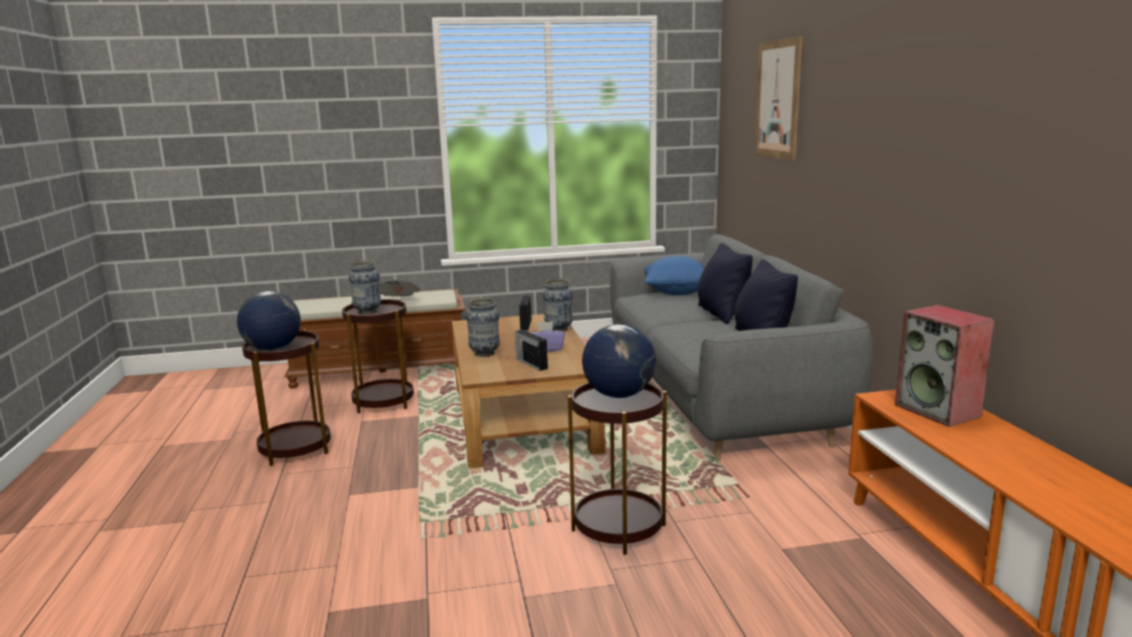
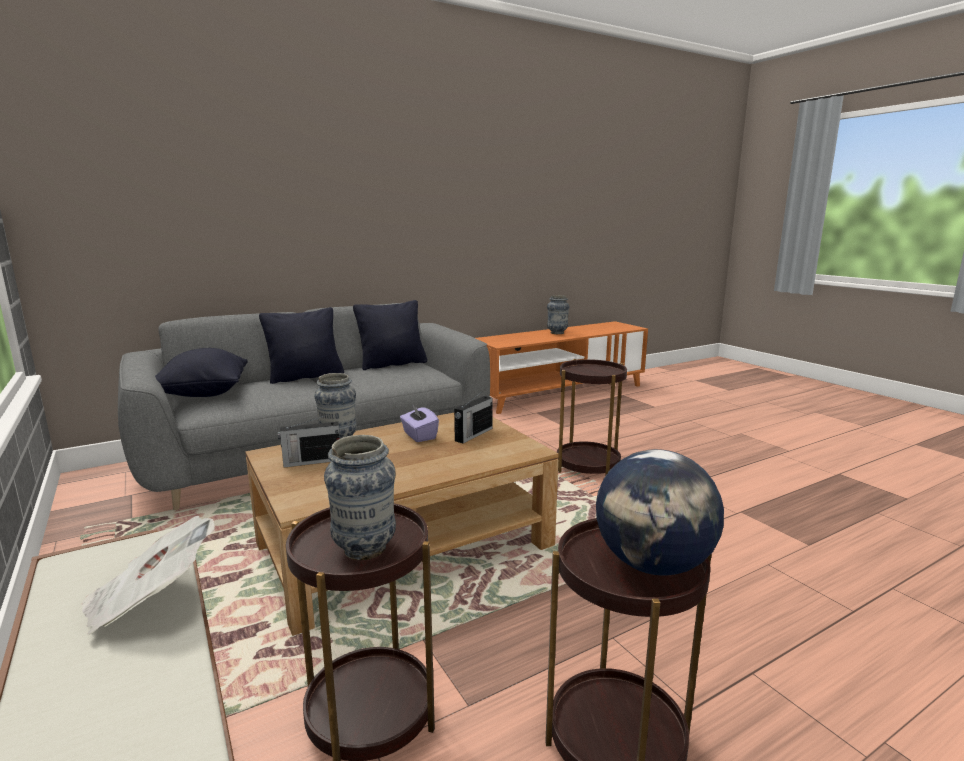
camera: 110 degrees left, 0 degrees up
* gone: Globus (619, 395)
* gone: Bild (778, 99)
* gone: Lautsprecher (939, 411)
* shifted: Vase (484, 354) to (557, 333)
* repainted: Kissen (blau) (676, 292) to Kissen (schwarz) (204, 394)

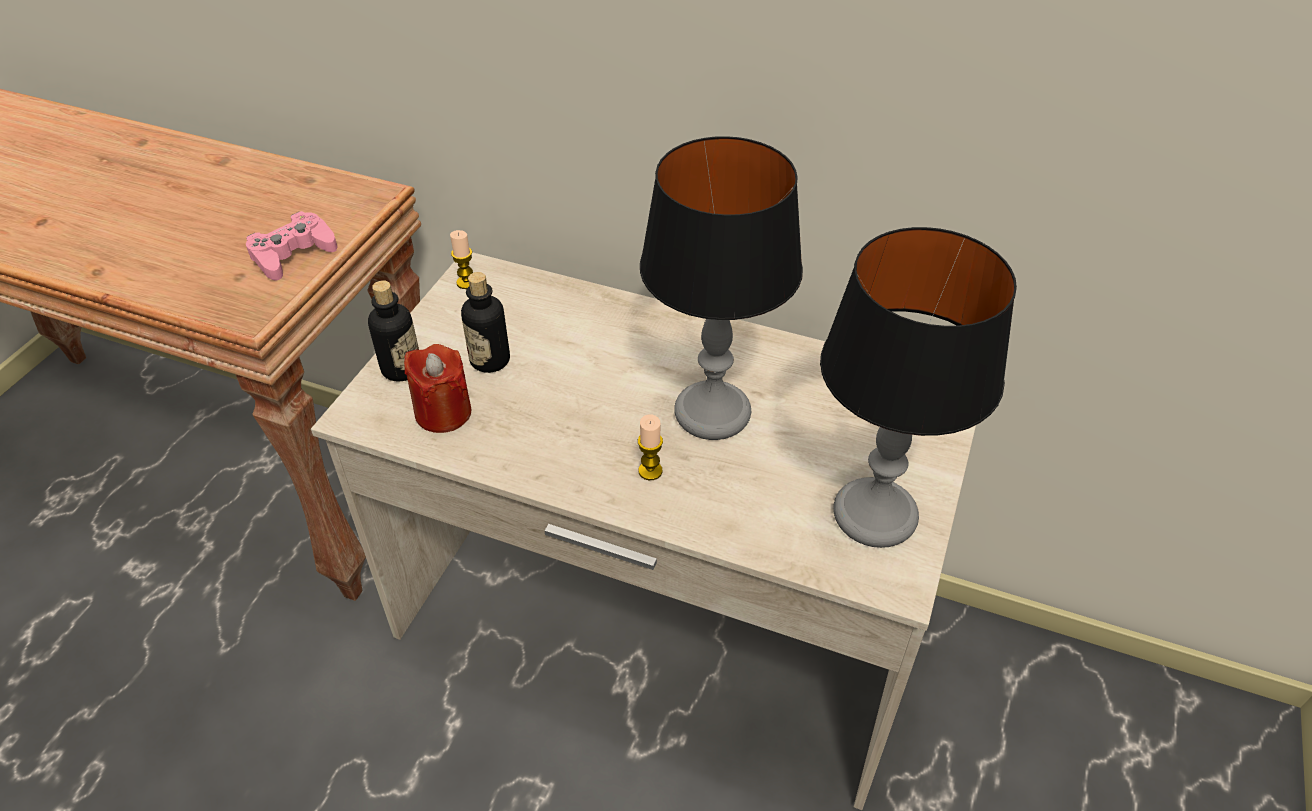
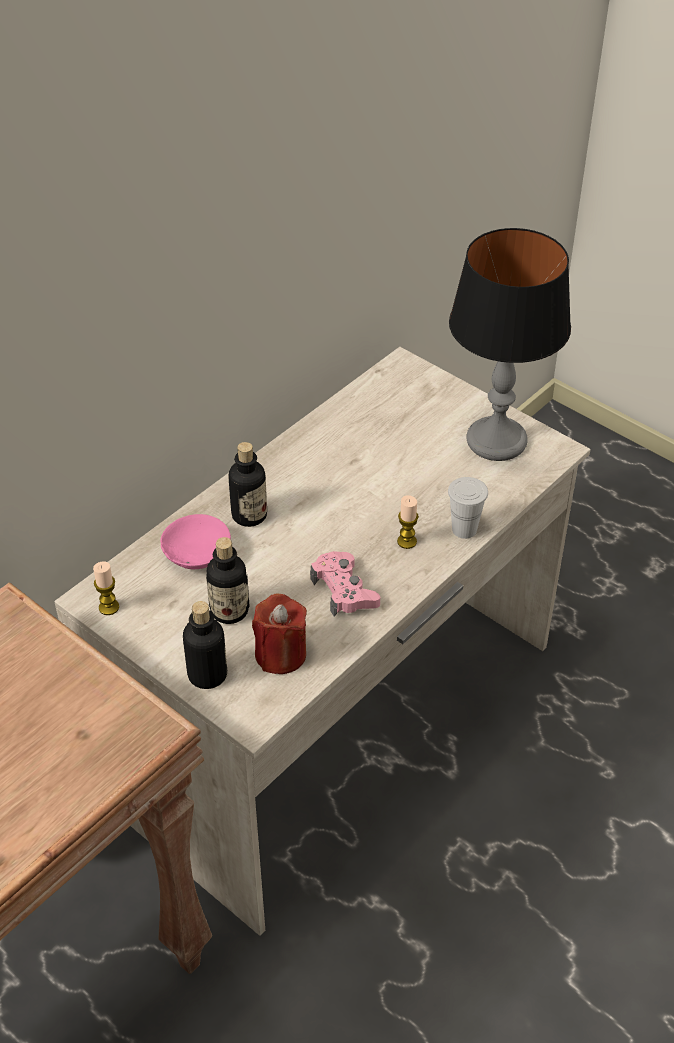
camera: 70 degrees left, 0 degrees up
* gone: Tischlampe (712, 412)
* new: Schüssel (rosa) (199, 554)
* new: Flasche (249, 515)
* new: Tasse (weiß) (464, 529)
* shifted: Gamepad (rosa) (293, 254) to (344, 590)

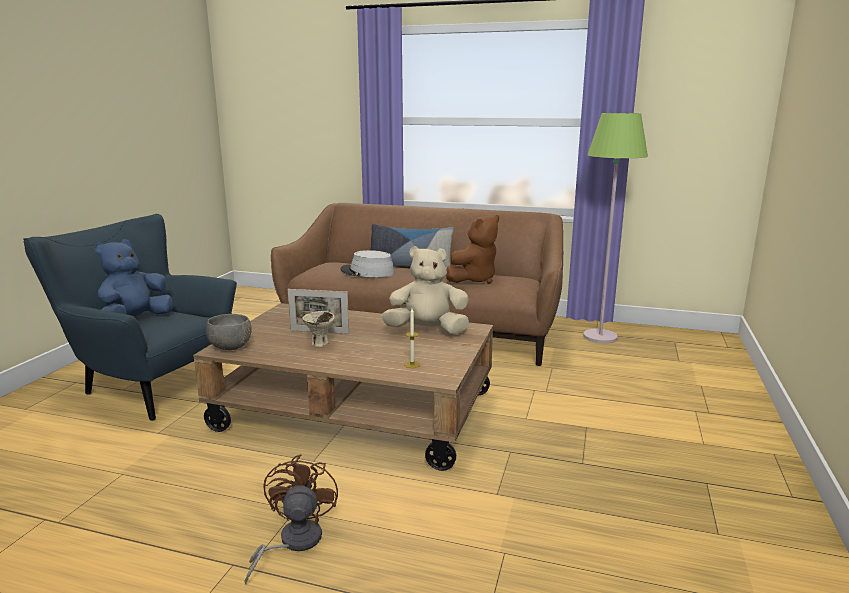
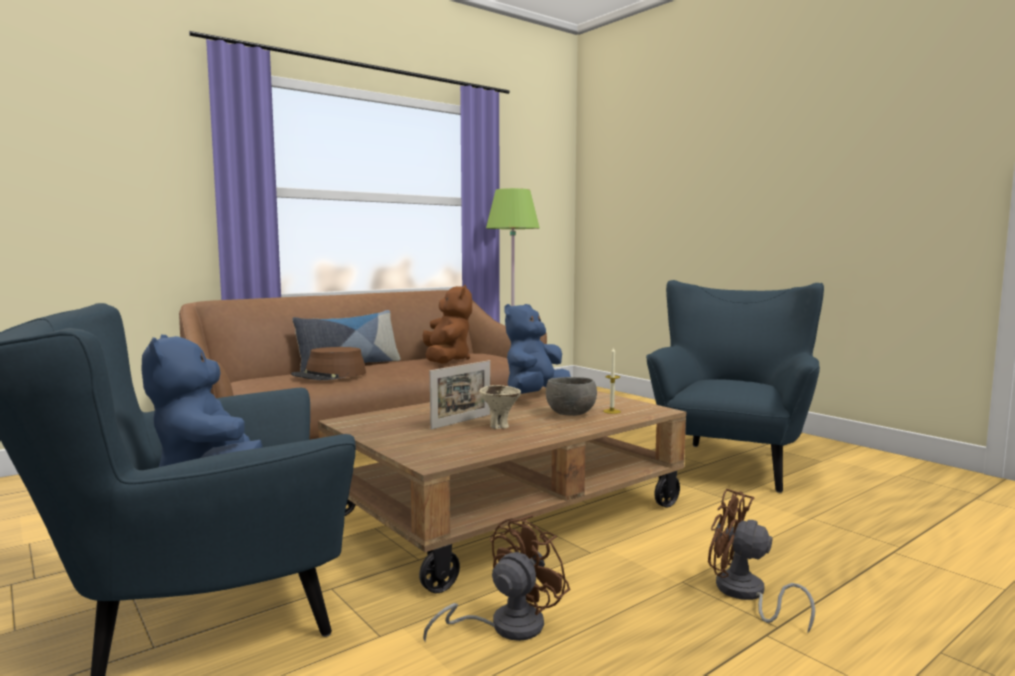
camera: 55 degrees left, 10 degrees down
* new: Ventilator (braun) (505, 626)
* new: Sessel (blau) (730, 462)
* shifted: Schüssel (grau) (231, 348) to (571, 414)
* repainted: Hut (grau) (367, 272) to Hut (braun) (329, 375)
* repainted: Plüschtier (beige) (427, 331) to Plüschtier (blau) (535, 395)

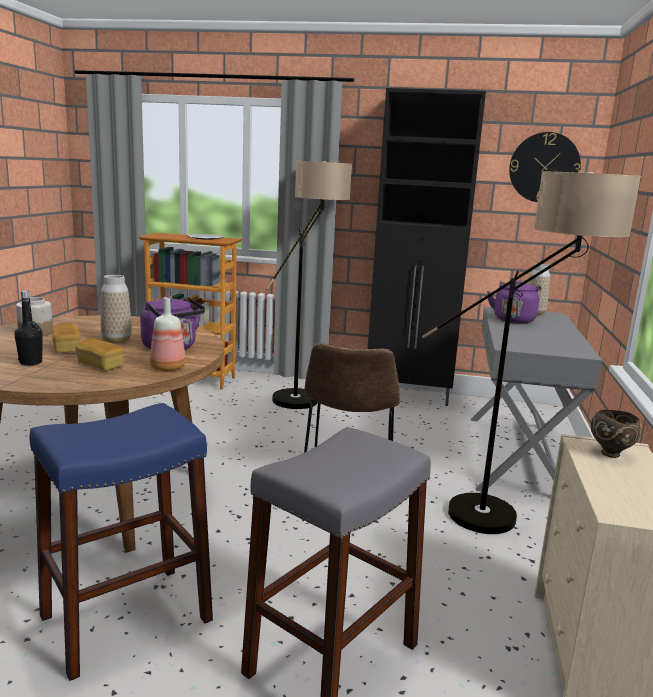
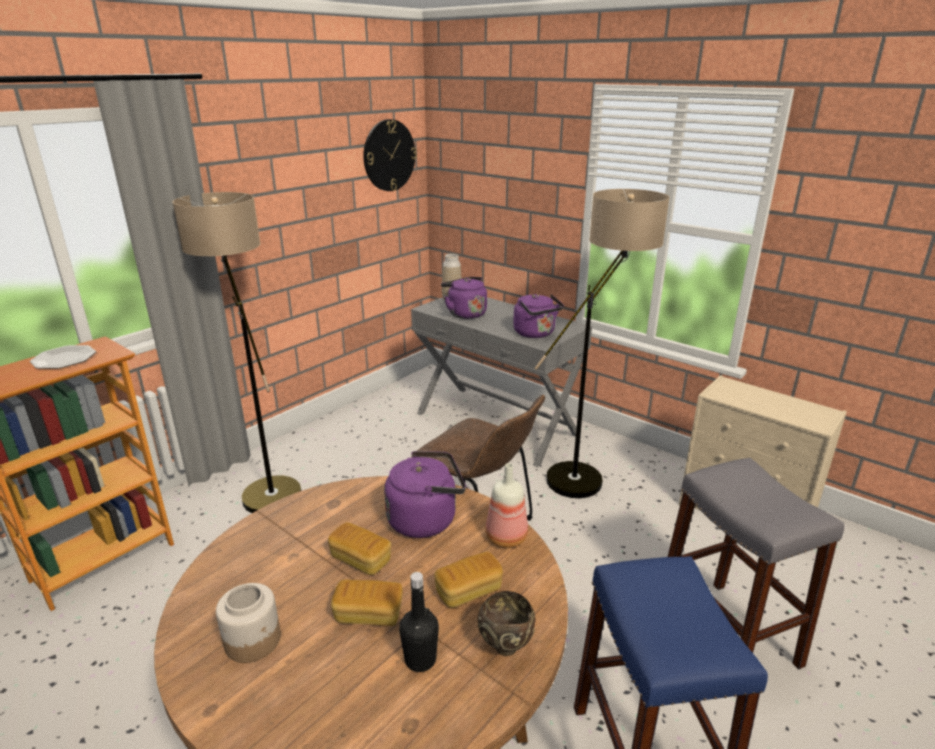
camera: 60 degrees left, 10 degrees up
* gone: Schrank (schwarz) (409, 396)
* new: Wasserkessel (lila) (536, 333)
* shifted: Schüssel (braun) (610, 453) to (505, 645)
* swapped: Vase (116, 340) to Brot (360, 559)

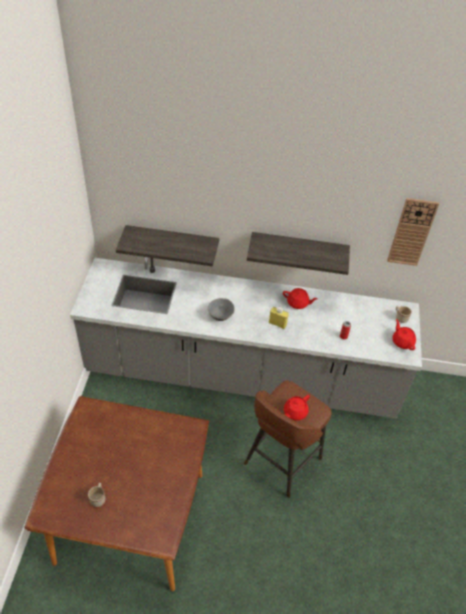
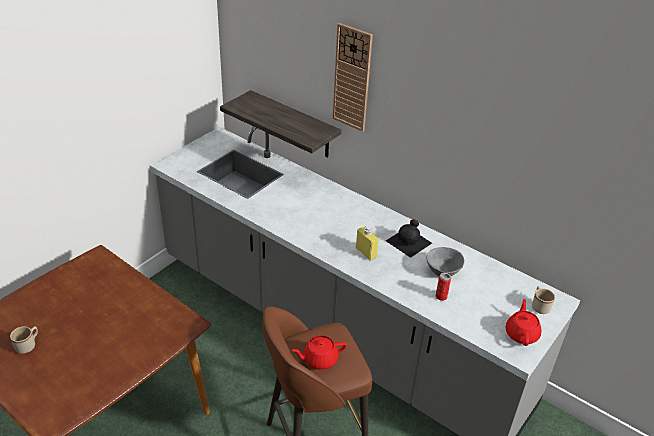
camera: 30 degrees right, 10 degrees down
* gone: Wandregal (298, 249)
* shifted: Schüssel (grau) (220, 316) to (442, 271)
* shifted: Wanduhr (411, 232) to (352, 78)
* swapped: Teekanne (rot) (298, 303) to Flasche (schwarz) (409, 242)

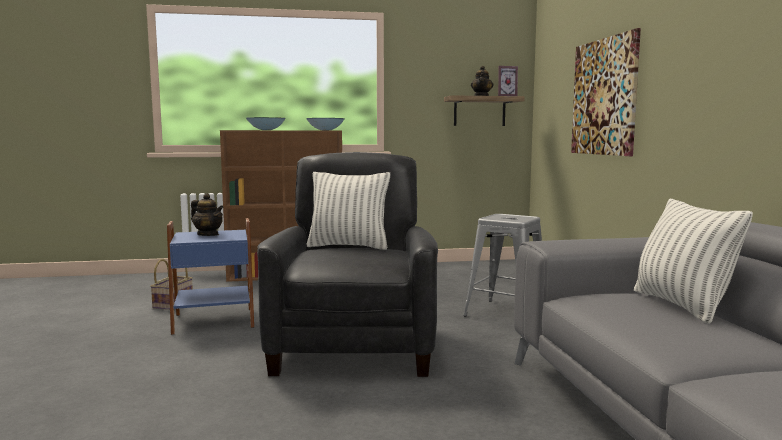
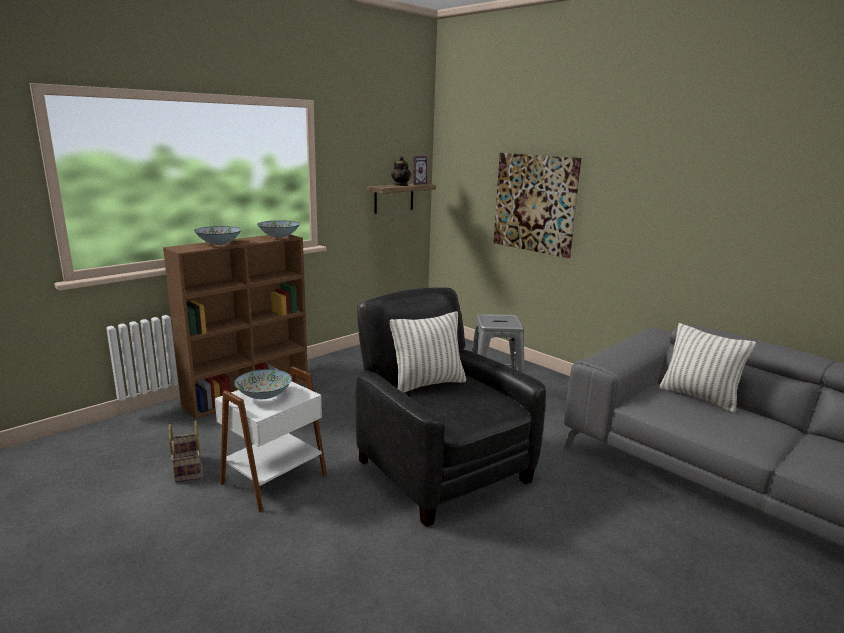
camera: 35 degrees left, 10 degrees up
* swapped: Teekanne (208, 235) to Schüssel (264, 395)
* repainted: Beistelltisch (blau) (213, 320) to Beistelltisch (weiß) (272, 478)

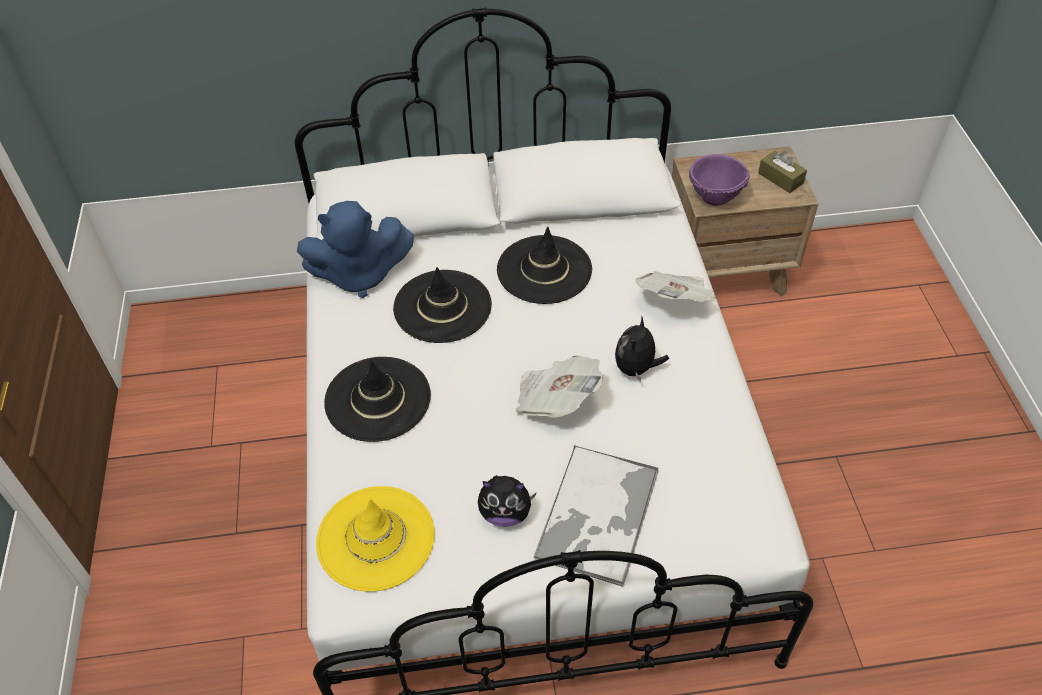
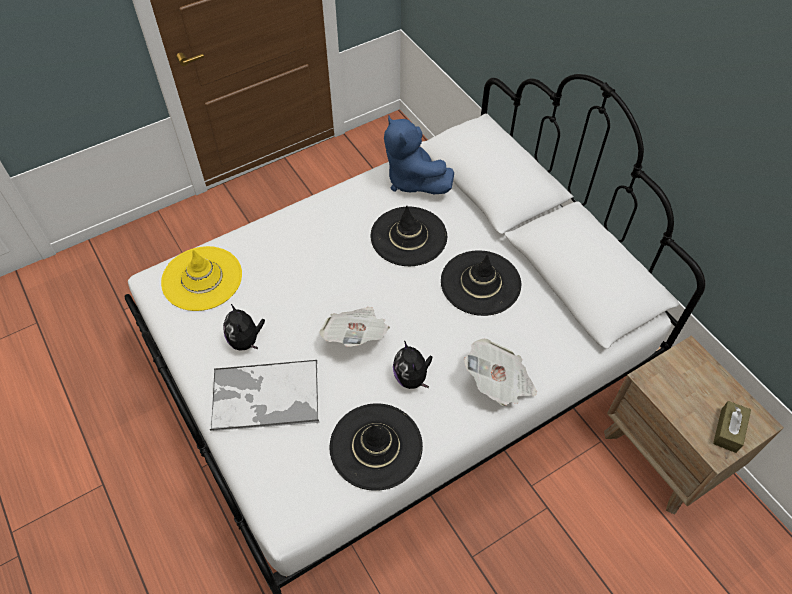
camera: 65 degrees right, 5 degrees up
* gone: Schüssel (lila) (714, 197)
* shifted: Hut (schwarz) (378, 399) to (376, 446)
* rotated: Plüschtier (636, 368) = (412, 378) 105 degrees counterclockwise

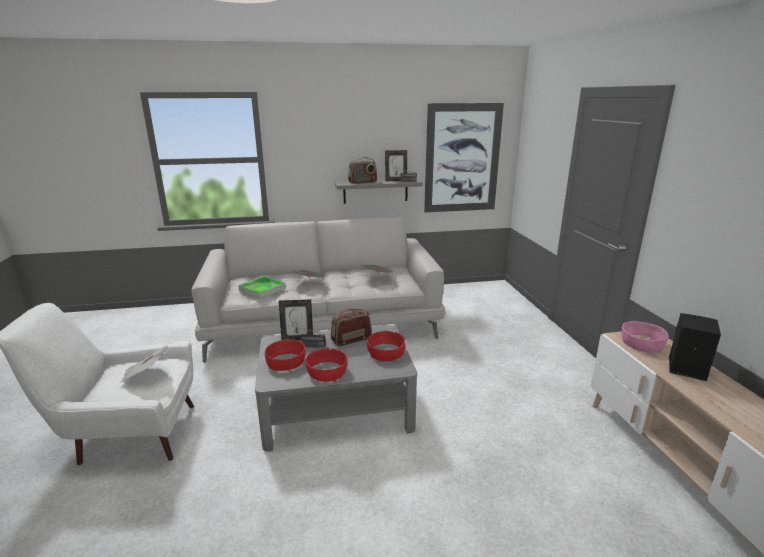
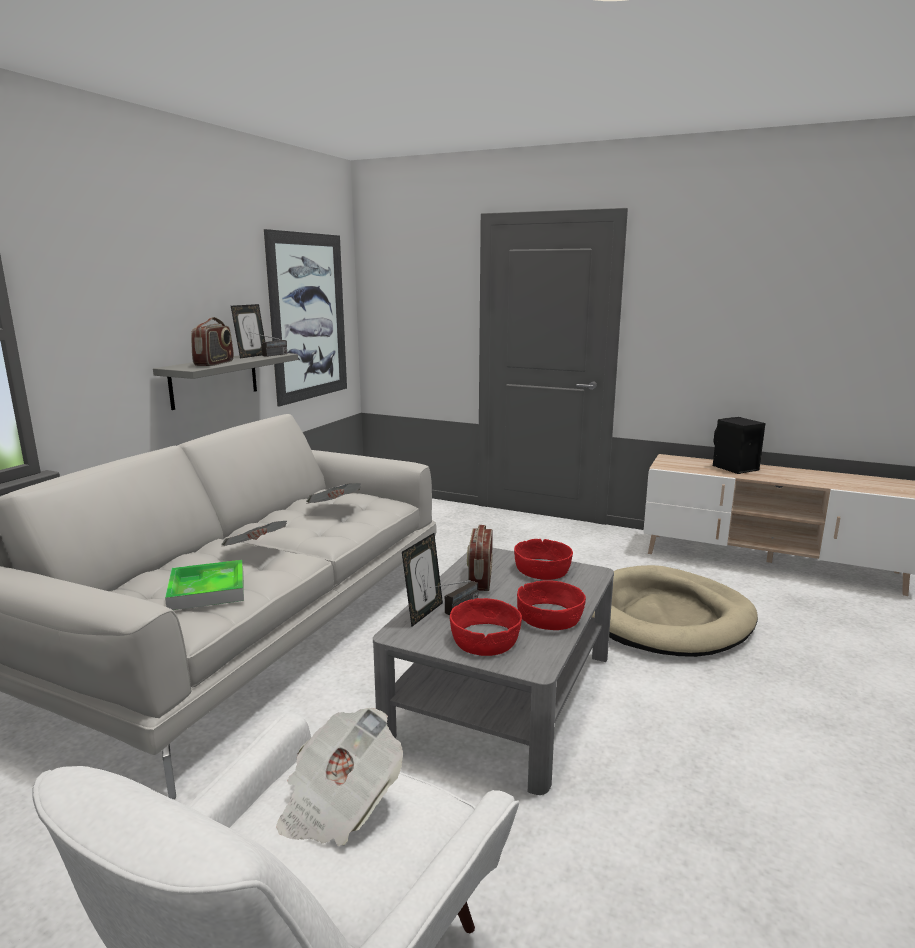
camera: 55 degrees left, 5 degrees down
* gone: Schüssel (rosa) (641, 343)
* new: Hundebett (beige) (666, 617)

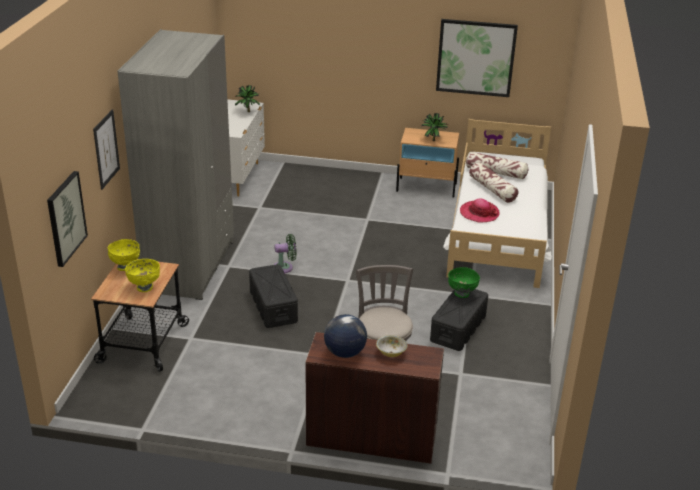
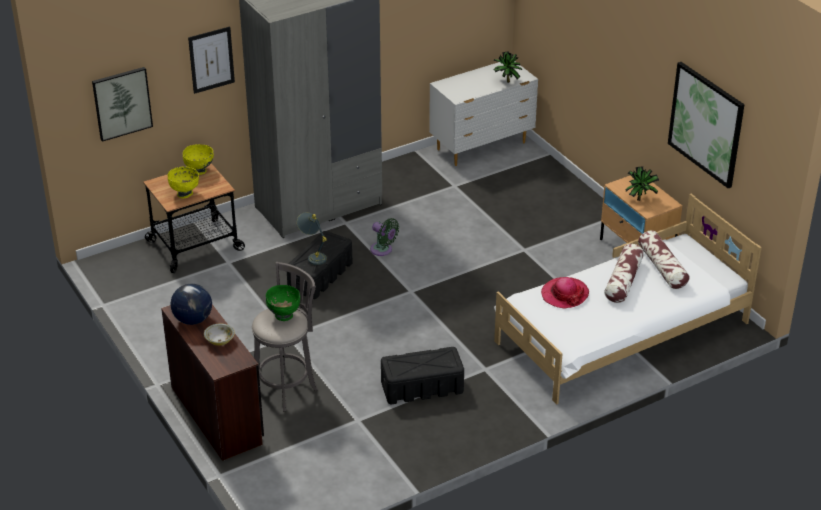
camera: 50 degrees right, 5 degrees up
* new: Tischlampe (grau) (313, 256)
* shifted: Schüssel (grün) (462, 294) to (283, 316)

